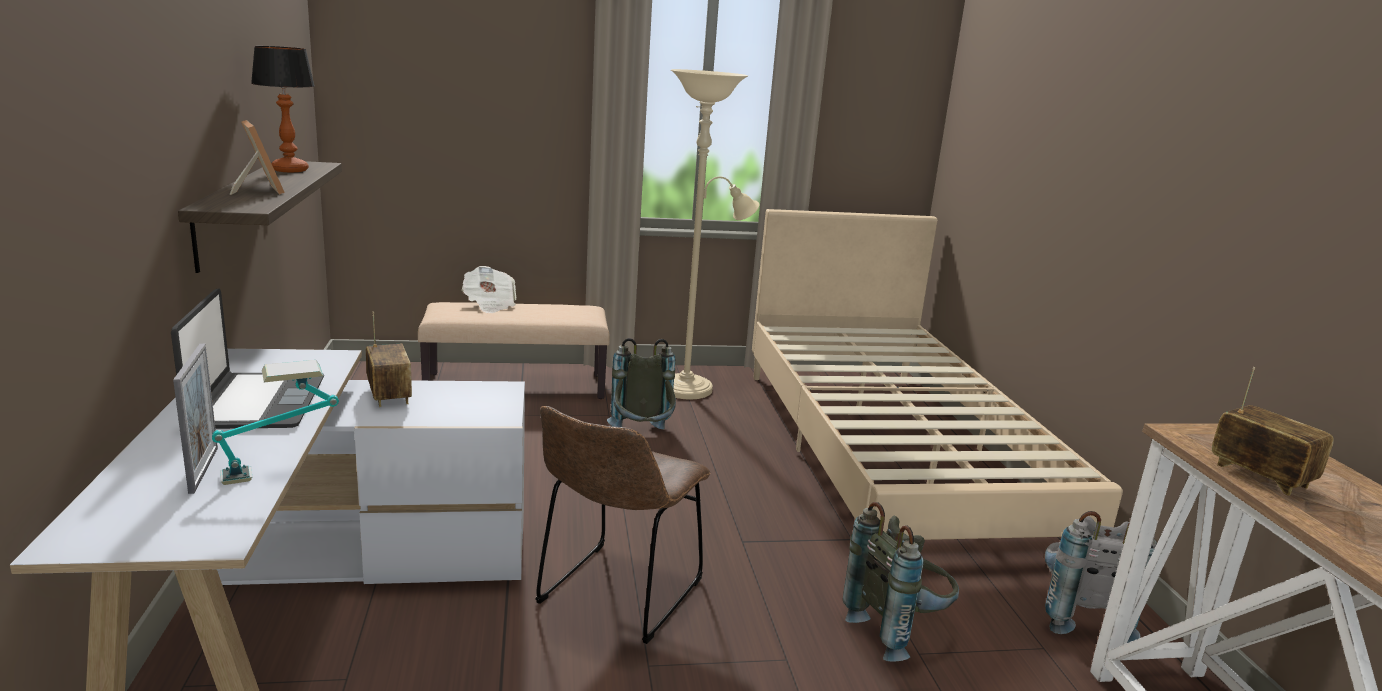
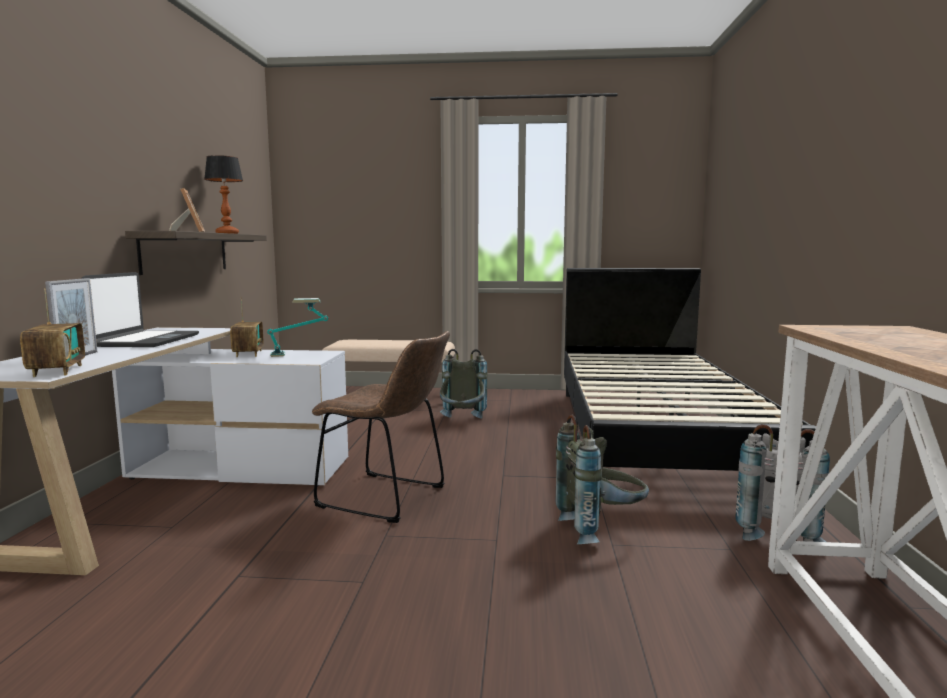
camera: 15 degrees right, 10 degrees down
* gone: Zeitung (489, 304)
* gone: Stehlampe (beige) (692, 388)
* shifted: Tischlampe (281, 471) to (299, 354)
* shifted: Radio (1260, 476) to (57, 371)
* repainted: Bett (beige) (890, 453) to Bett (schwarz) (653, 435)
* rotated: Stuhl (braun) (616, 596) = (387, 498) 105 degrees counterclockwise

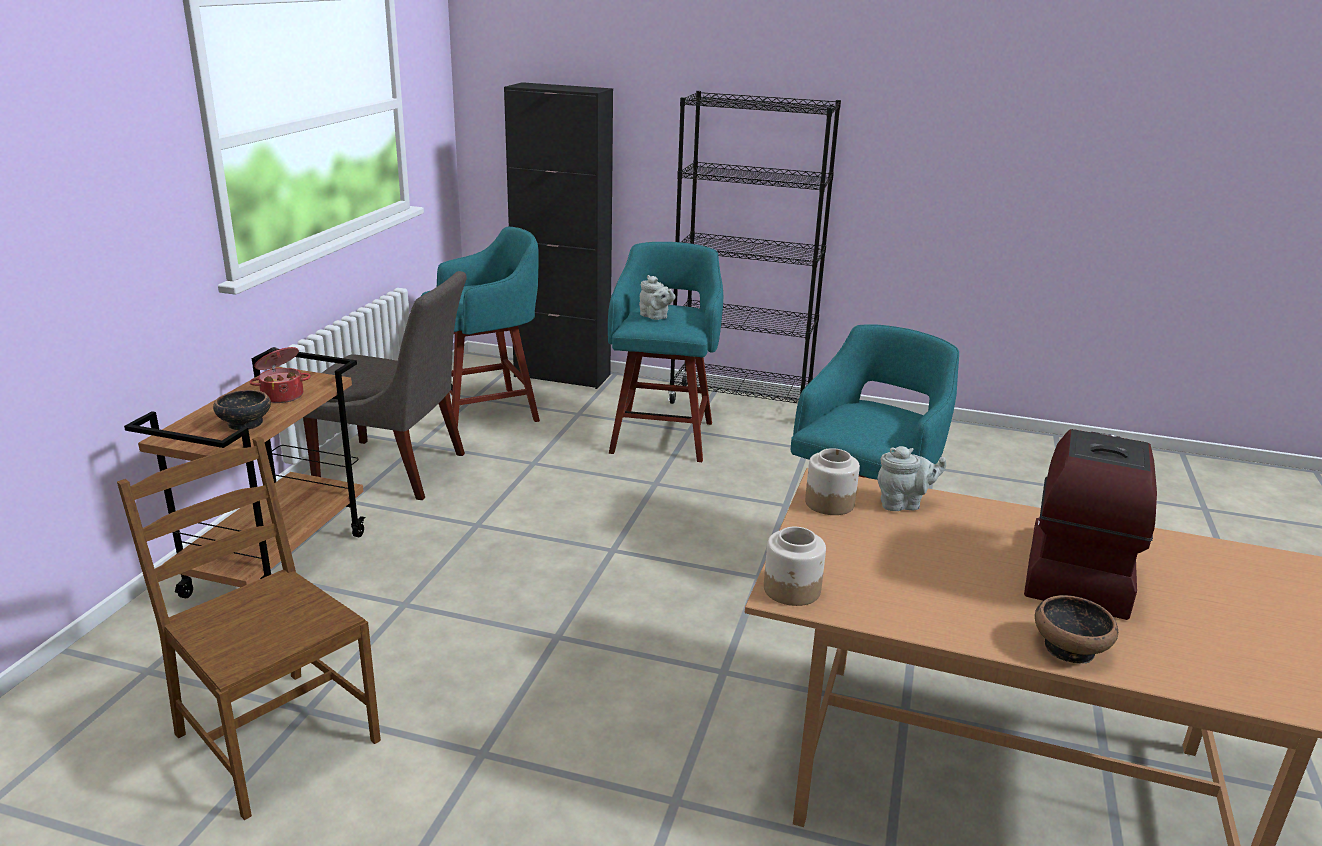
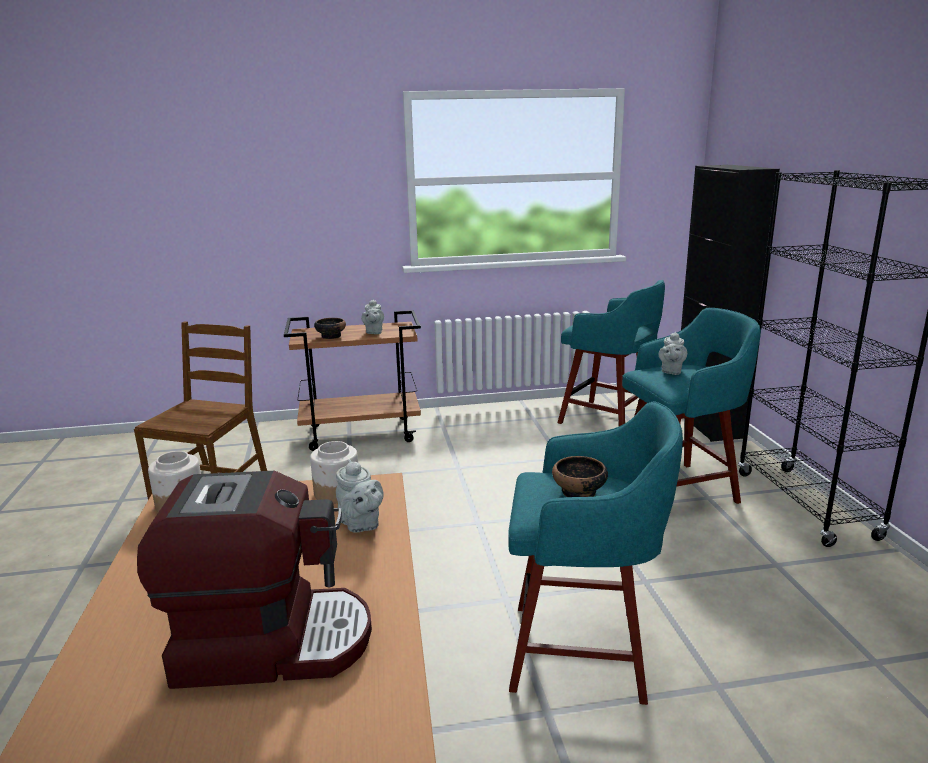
camera: 65 degrees right, 5 degrees down
* gone: Stuhl (grau) (397, 470)
* shifted: Schüssel (1070, 648) to (579, 492)
* swapped: Kochtopf (282, 395) to Teekanne (grau) (374, 332)

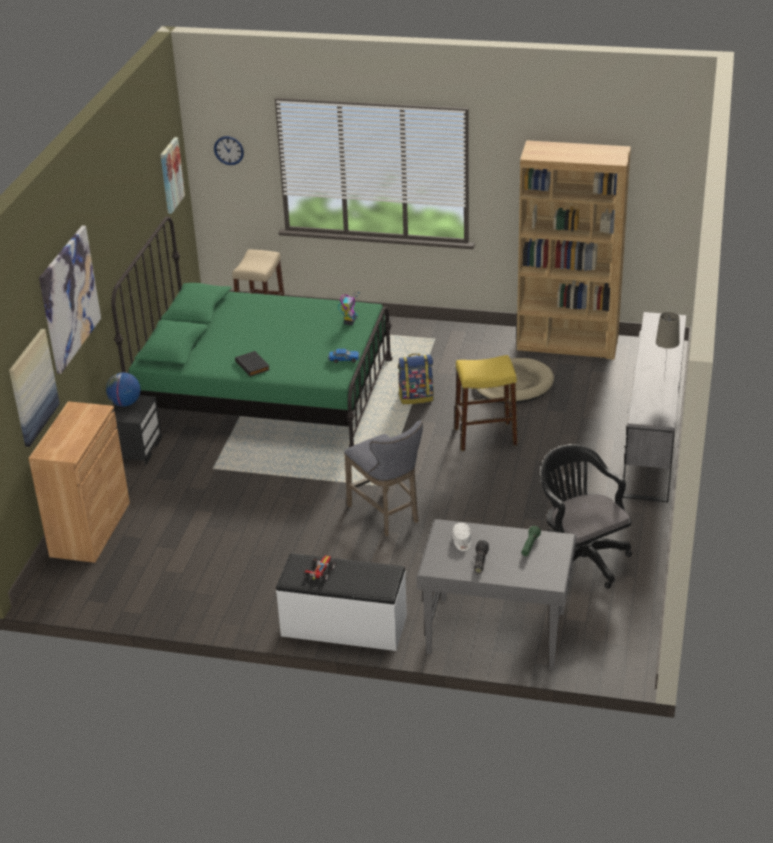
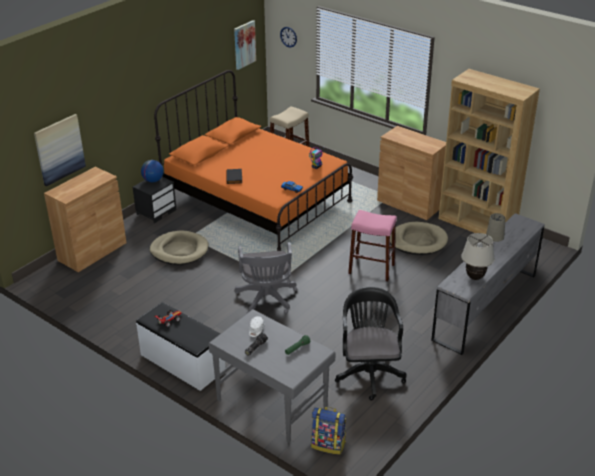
camera: 25 degrees right, 0 degrees up
* gone: Bild (69, 298)
* new: Hundebett (beige) (179, 250)
* new: Schrank (braun) (409, 204)
* new: Tischlampe (beige) (474, 277)
* shifted: Rucksack (416, 397) to (328, 444)
* swapped: Hocker (grau) (386, 515) to Bürostuhl (grau) (267, 300)
* repainted: Bett (grün) (264, 393) to Bett (orange) (256, 200)
* repainted: Hocker (gelb) (485, 436) to Hocker (rosa) (371, 269)

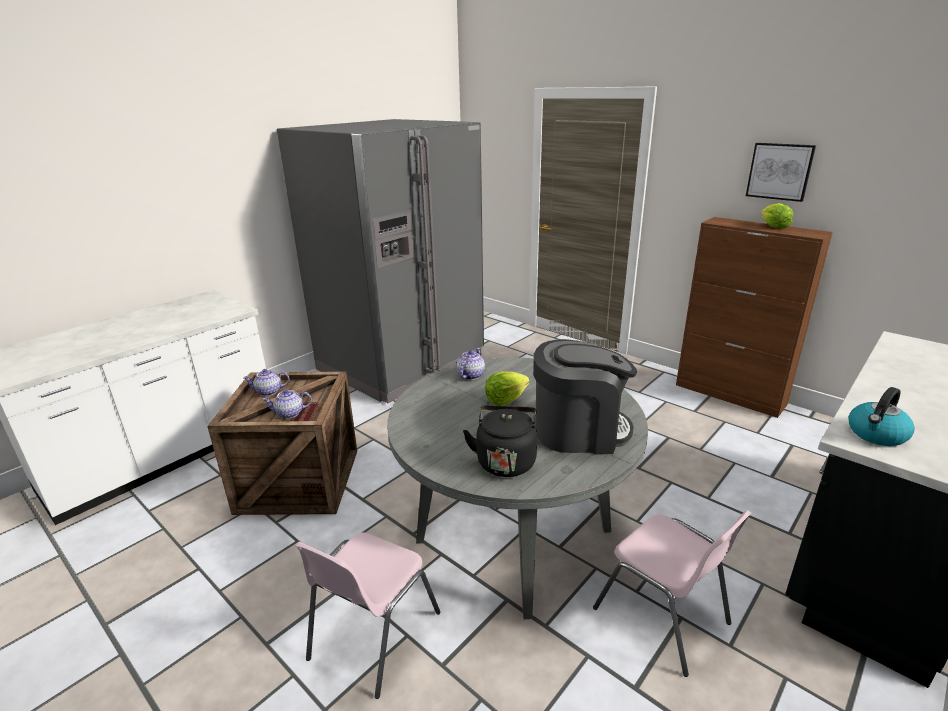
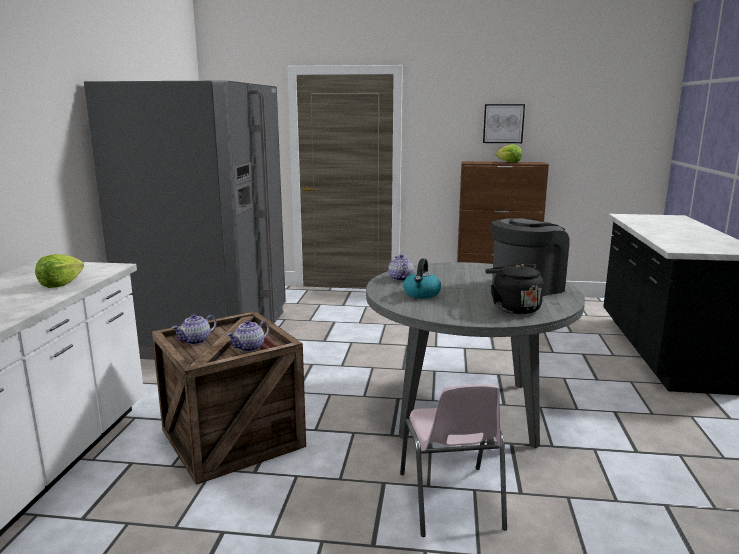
camera: 35 degrees left, 10 degrees down
* gone: Stuhl (rosa) (663, 617)
* shifted: Salatkopf (505, 400) to (60, 284)
* shifted: Wasserkessel (876, 434) to (421, 294)

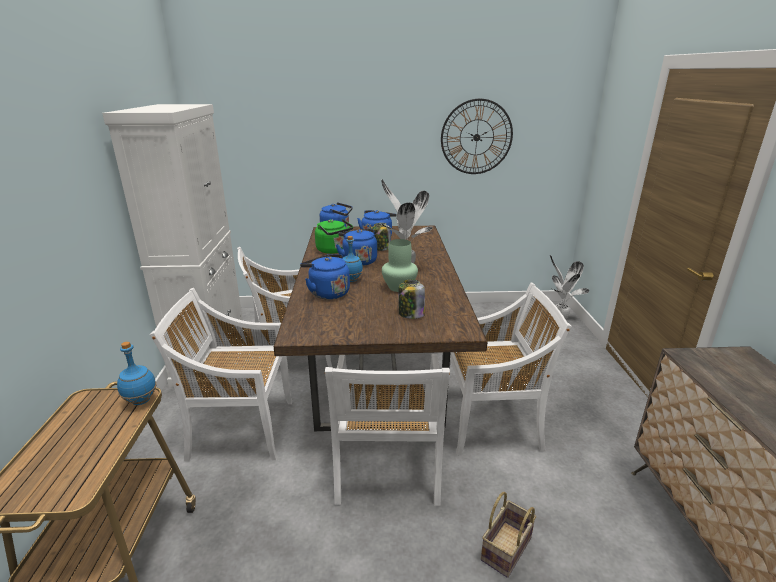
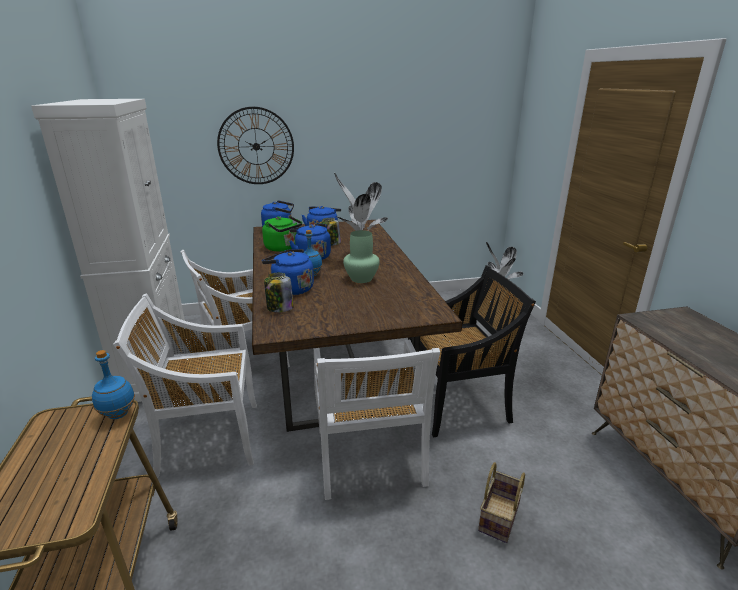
camera: 10 degrees left, 0 degrees up
* shifted: Vorratsglas (410, 314) to (279, 308)
* shifted: Wanduhr (476, 137) to (256, 146)
* repainted: Stuhl (weiß) (491, 422) to Stuhl (schwarz) (458, 403)

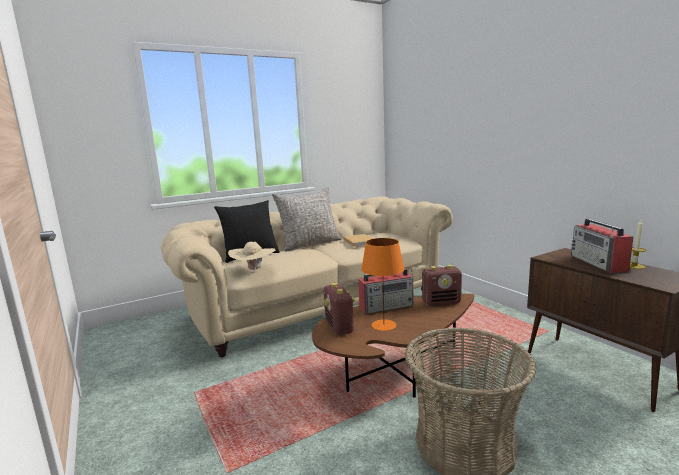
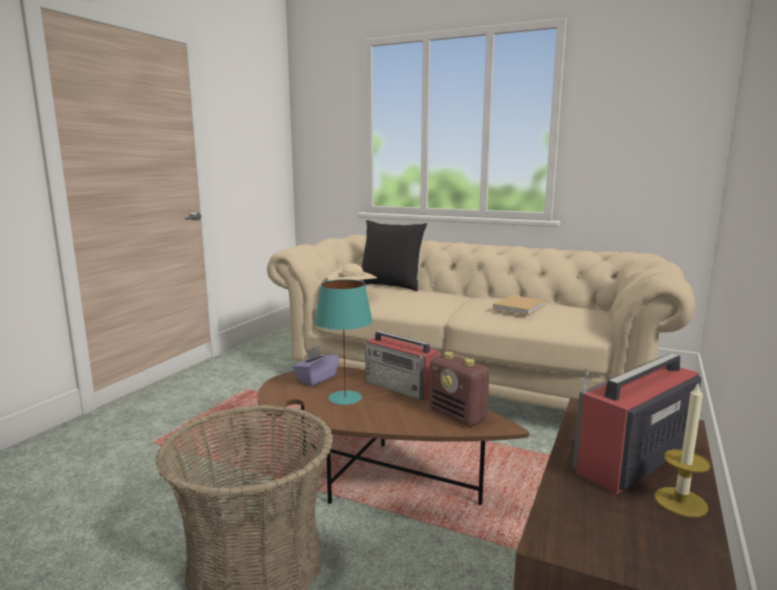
camera: 55 degrees right, 0 degrees up
* gone: Kissen (grau) (309, 244)
* swapped: Radio (339, 327) to Taschentuchbox (lila) (316, 379)
* repainted: Tischlampe (orange) (384, 325) to Tischlampe (türkis) (345, 398)

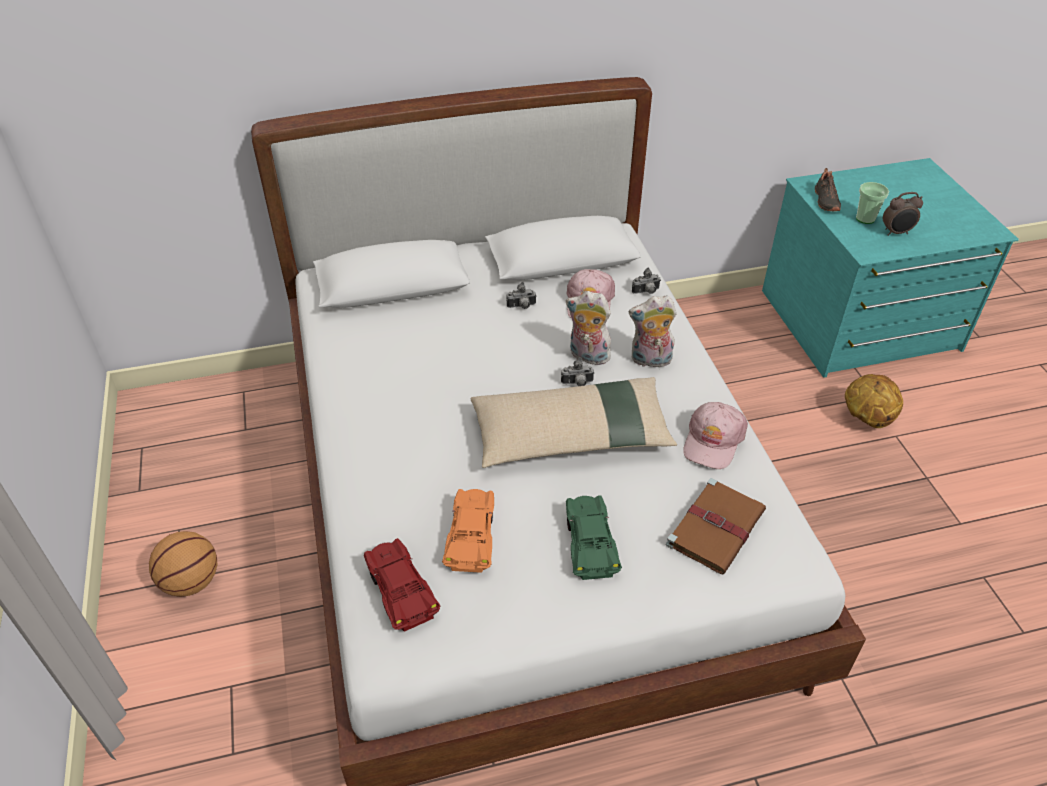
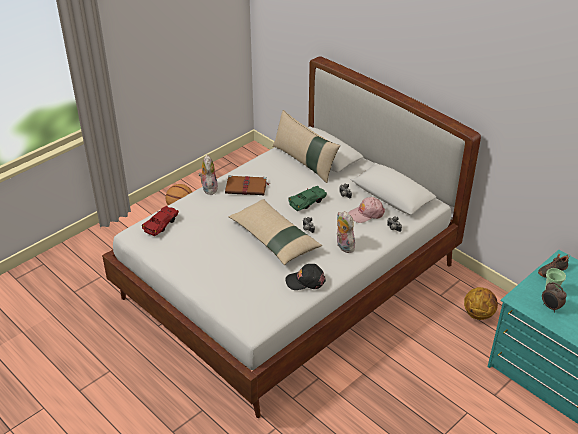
camera: 60 degrees right, 5 degrees down
* gone: Spielzeugauto (orange) (472, 536)
* new: Kissen (beige) (305, 162)
* shifted: Plüschtier (587, 356) to (208, 188)
* shifted: Spielzeugauto (grün) (590, 542) to (308, 202)
* shifted: Buch (braun) (716, 527) to (247, 187)
* shifted: Basketball (866, 418) to (478, 314)
* repainted: Kappe (rosa) (713, 441) to Kappe (schwarz) (305, 281)

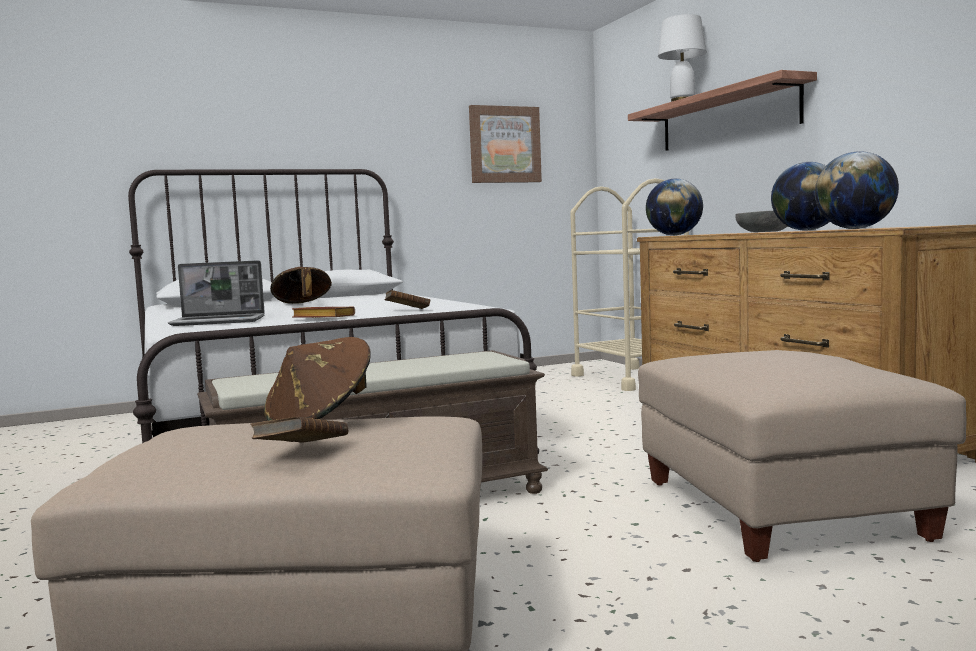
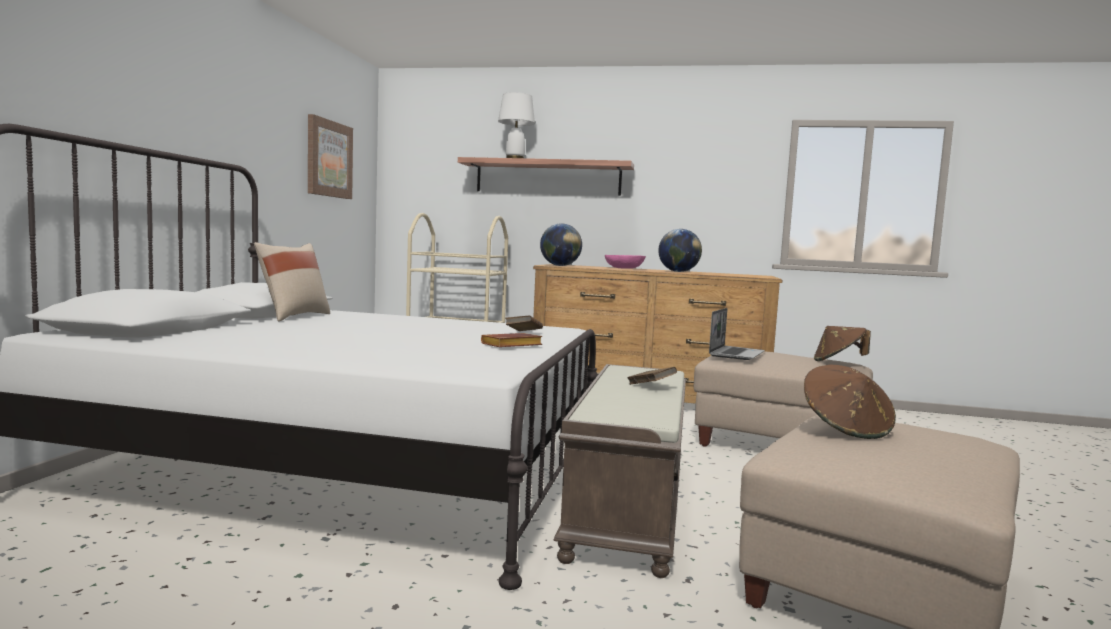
camera: 55 degrees left, 0 degrees up
* gone: Globus (855, 228)
* new: Kissen (beige) (293, 316)
* shifted: Laptop (220, 322) to (736, 354)
* shifted: Buch (braun) (302, 452) to (650, 387)
* shifted: Hut (braun) (302, 304) to (838, 362)
* repainted: Schüssel (grau) (765, 231) to Schüssel (rosa) (624, 268)

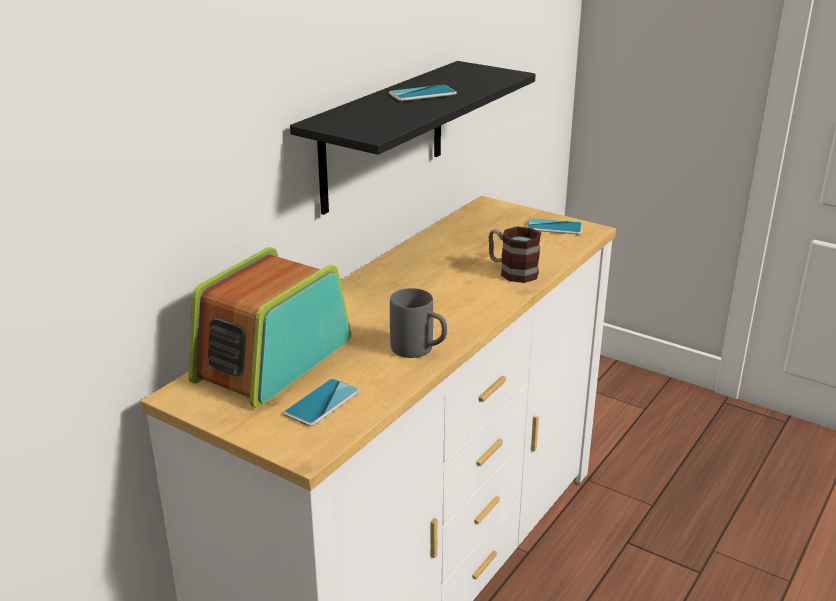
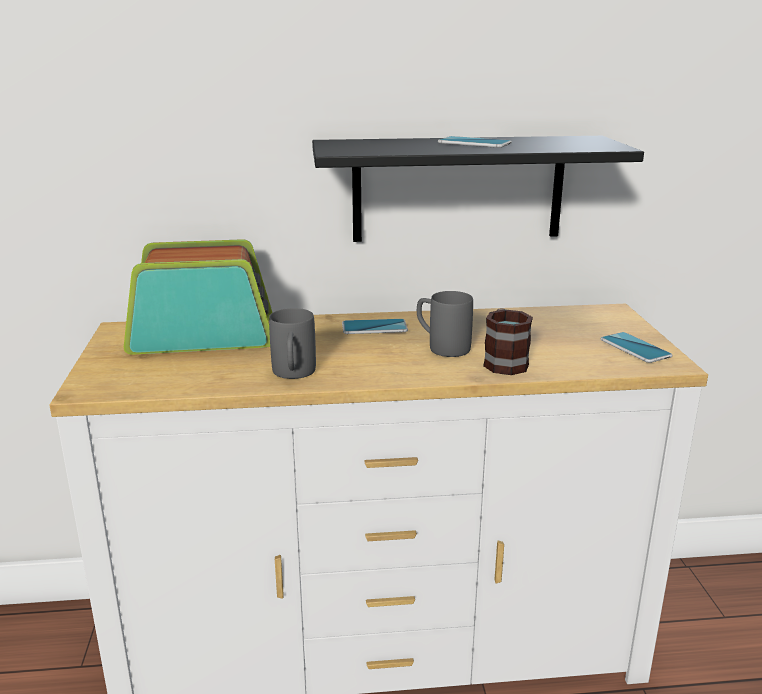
camera: 50 degrees right, 5 degrees down
* new: Henkelbecher (grau) (441, 346)
* shifted: Handy (322, 403) to (374, 327)

